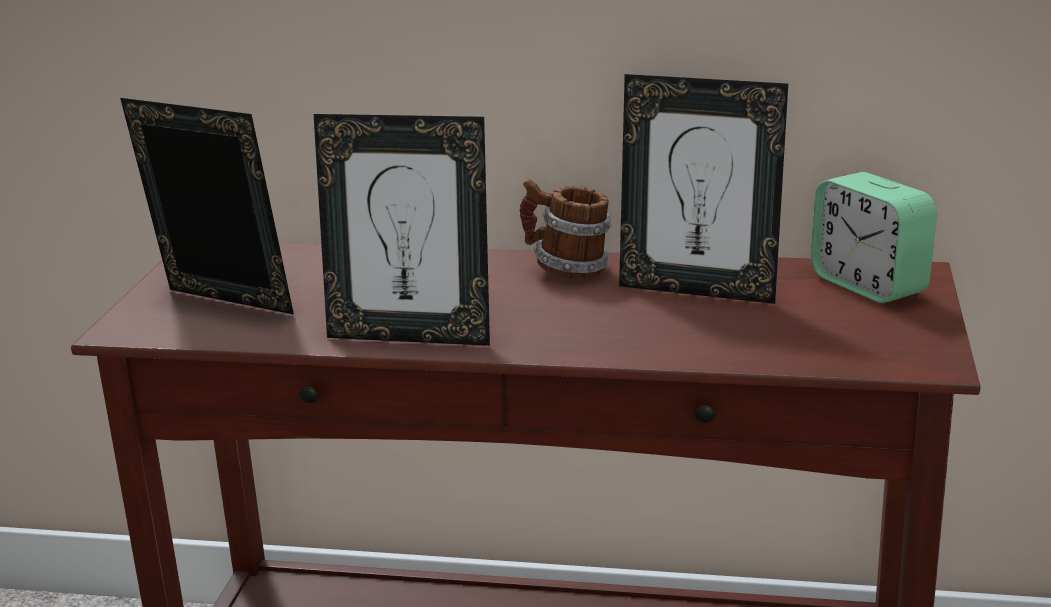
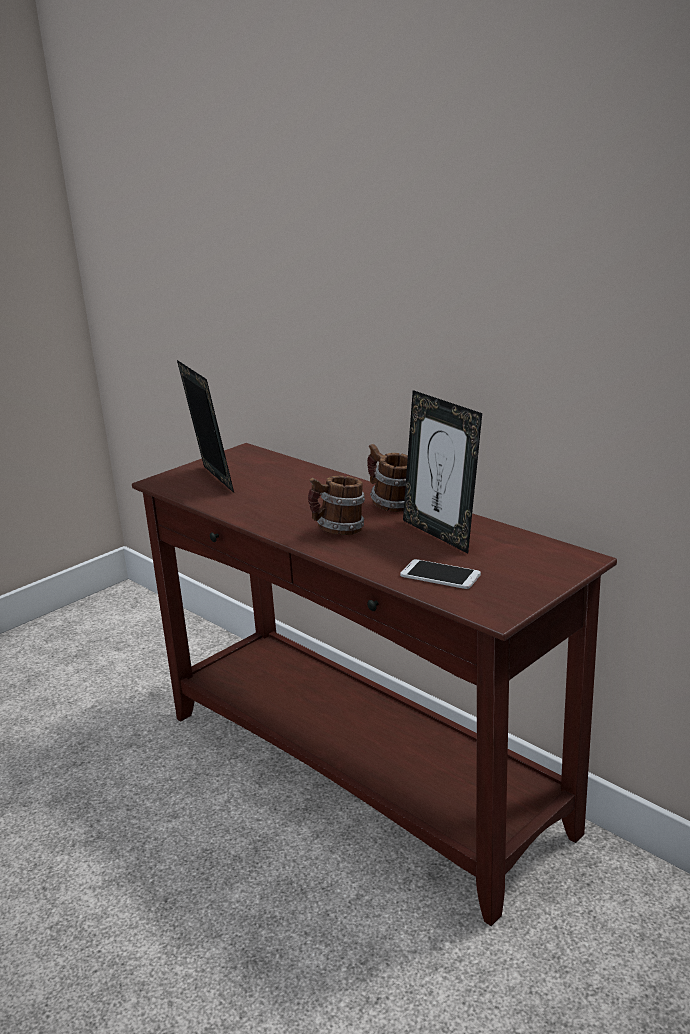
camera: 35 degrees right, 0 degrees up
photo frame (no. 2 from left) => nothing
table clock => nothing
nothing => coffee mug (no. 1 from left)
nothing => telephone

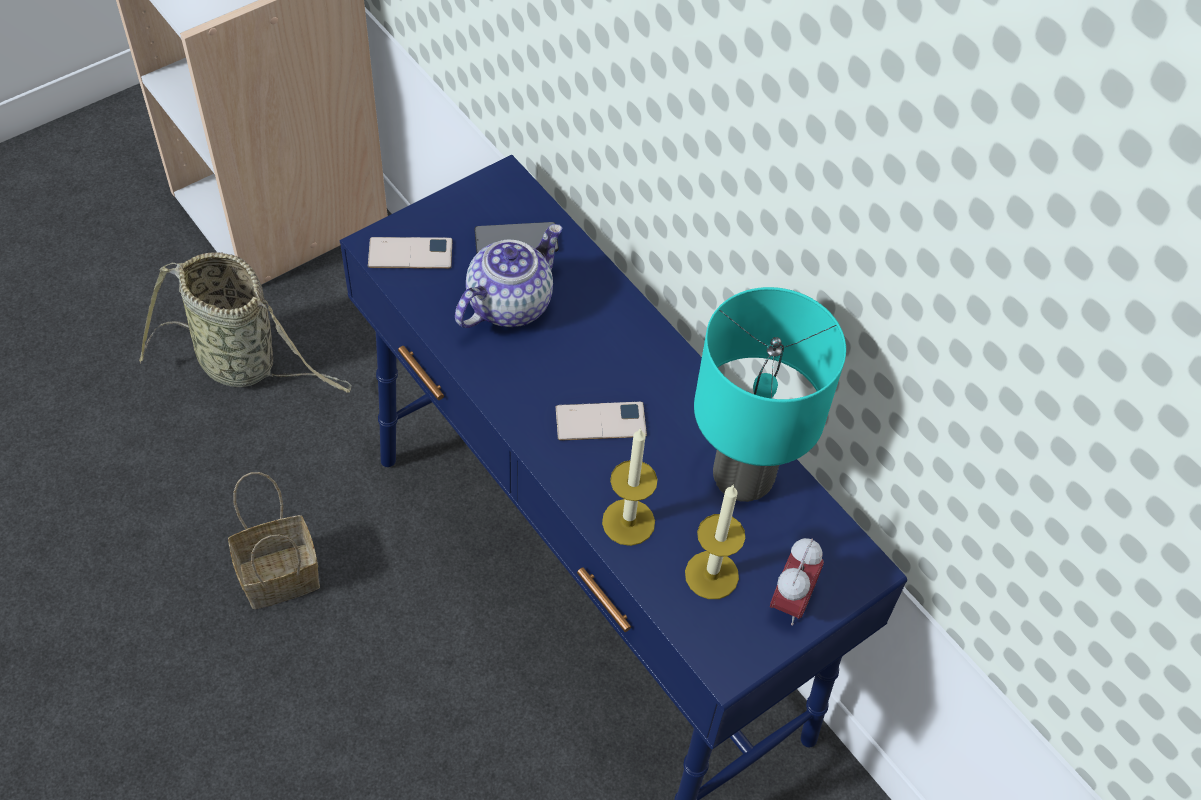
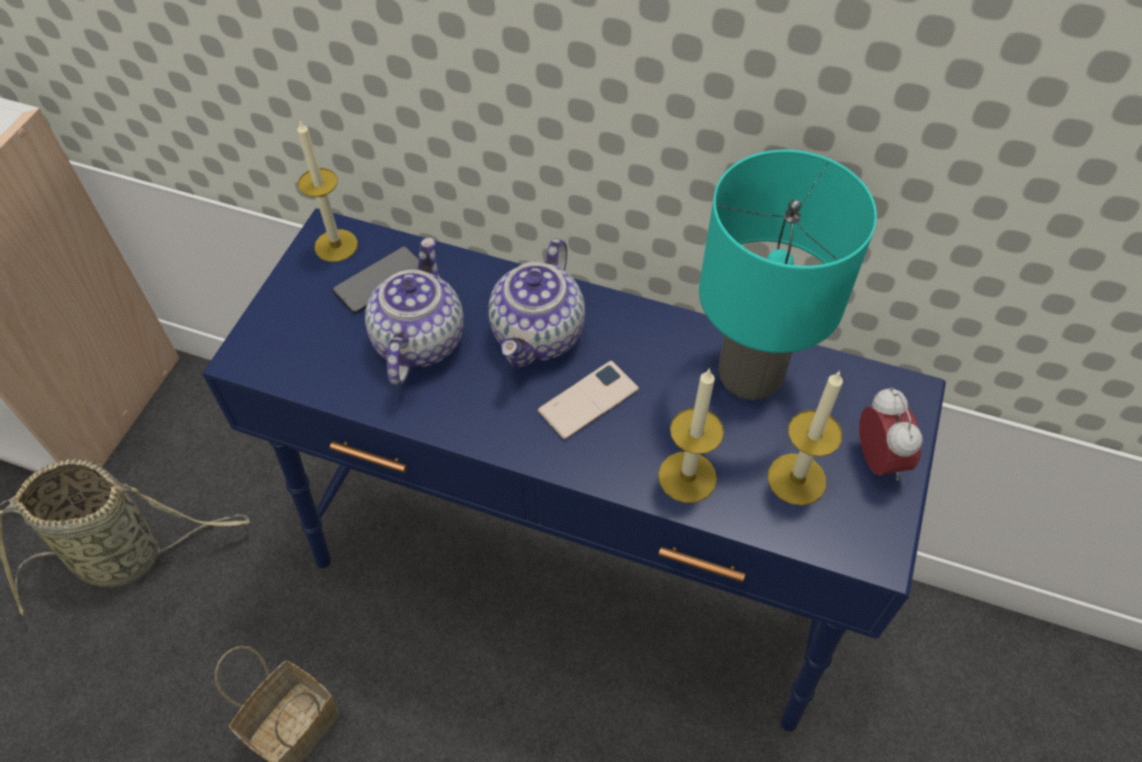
camera: 30 degrees left, 0 degrees up
telephone (no. 1 from left) => nothing
nothing => wax candle (no. 1 from left)
nothing => tea pot (no. 2 from left)

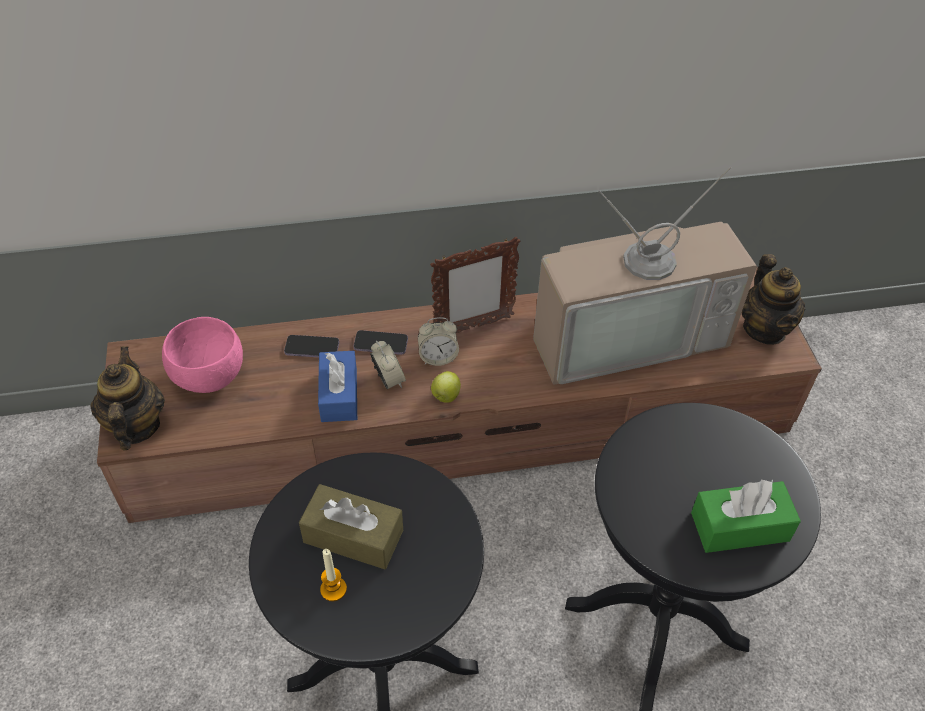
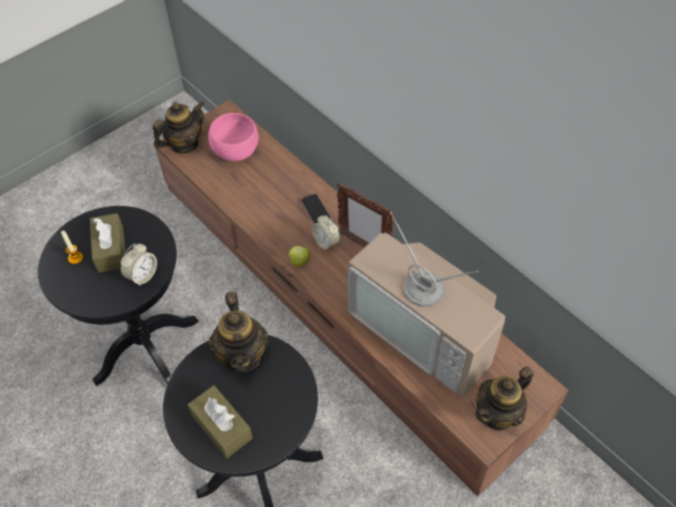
camera: 60 degrees right, 5 degrees up
telephone (no. 1 from left) => nothing
tissue holder (blue) => nothing
nothing => tea pot (no. 2 from left)
table clock (no. 1 from left), relocated
tissue holder (green-coloured) => tissue holder (brown) (no. 2 from left)

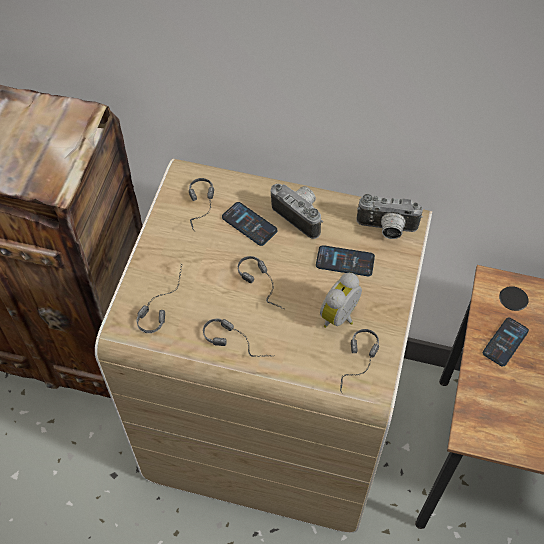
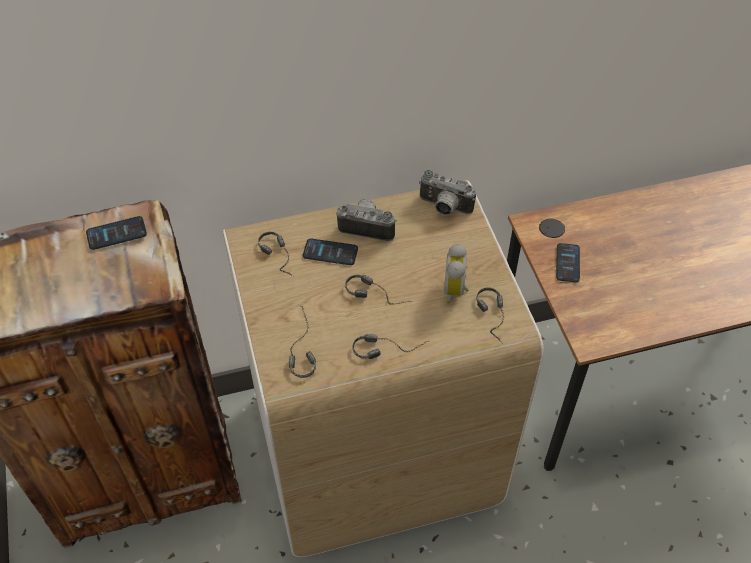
camera: 30 degrees left, 5 degrees down
telephone (no. 2 from left in the first image) => telephone (no. 1 from left), relocated
photo camera (no. 2 from left), 45 degrees clockwise

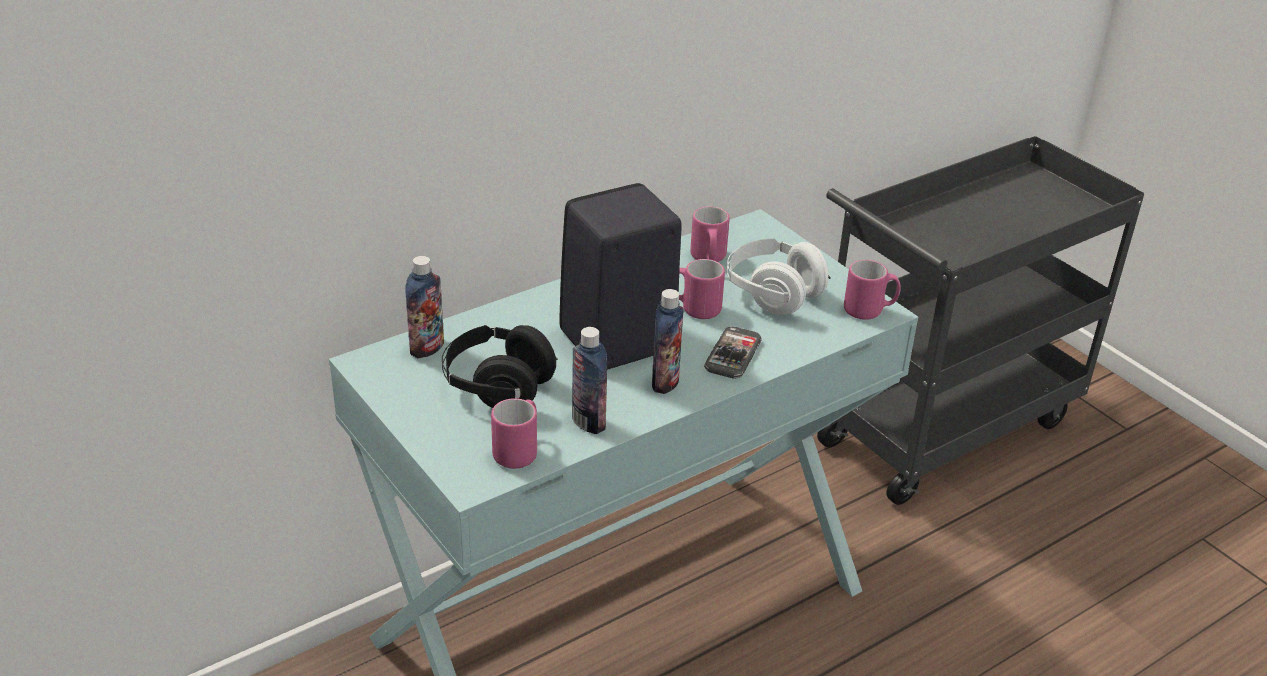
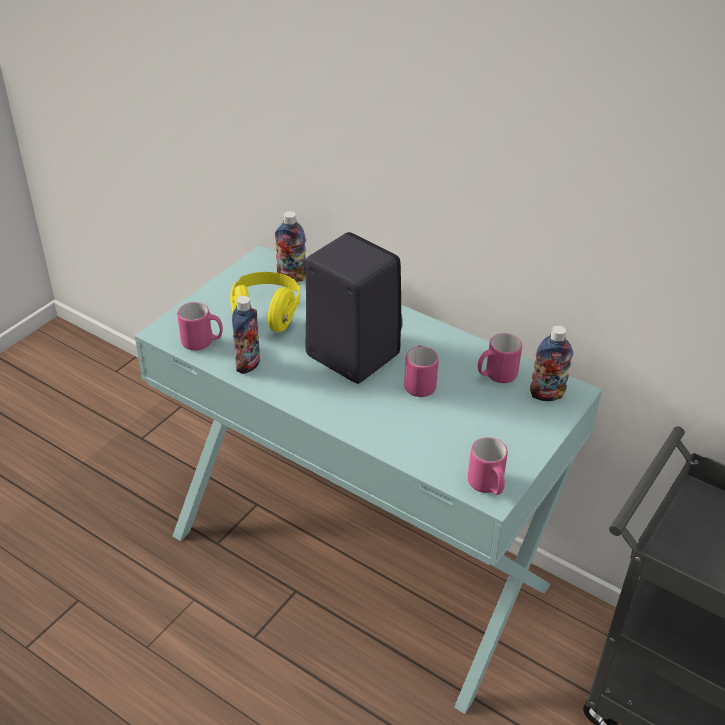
camera: 70 degrees right, 5 degrees up
telephone => nothing
headphones (white-coloured) => nothing
beverage bottle (no. 3 from left), relocated
headphones (black-coloured) => headphones (yellow)

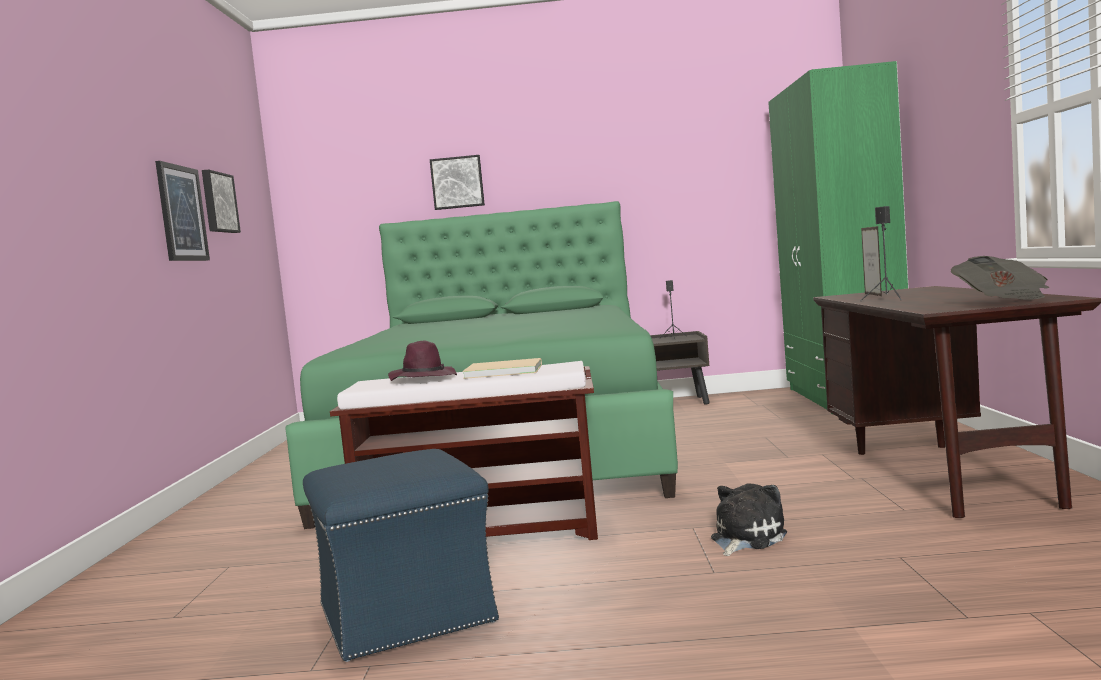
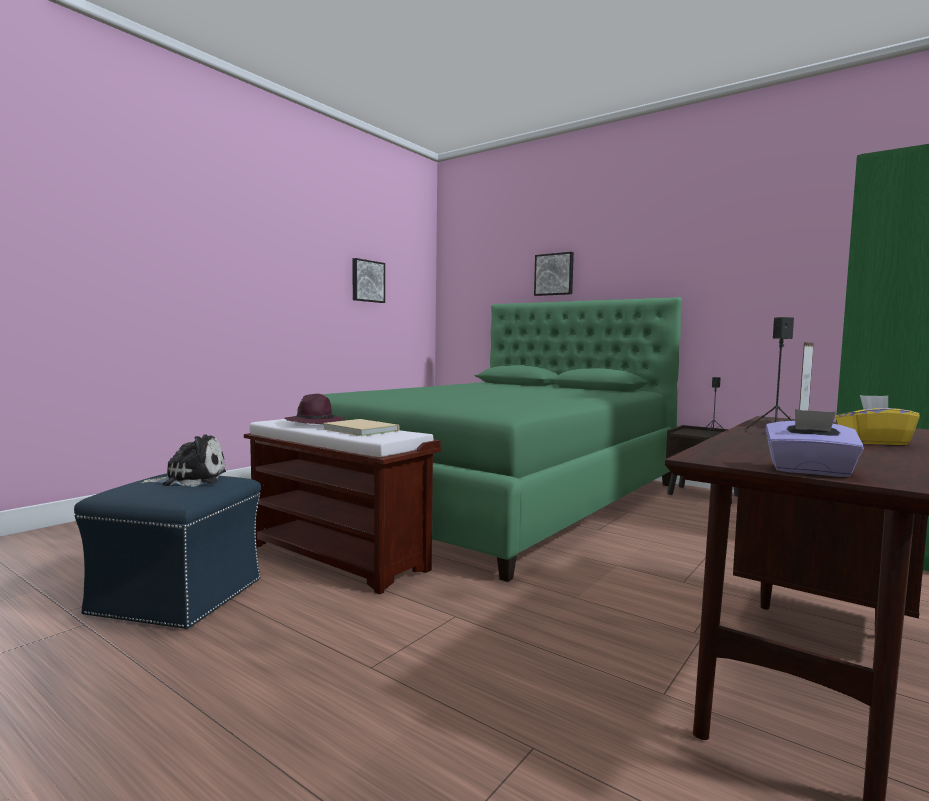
camera: 35 degrees right, 0 degrees up
wall art (no. 1 from left) => nothing
nothing => tissue holder (yellow)
plush toy, relocated
newspaper => tissue holder (purplish)

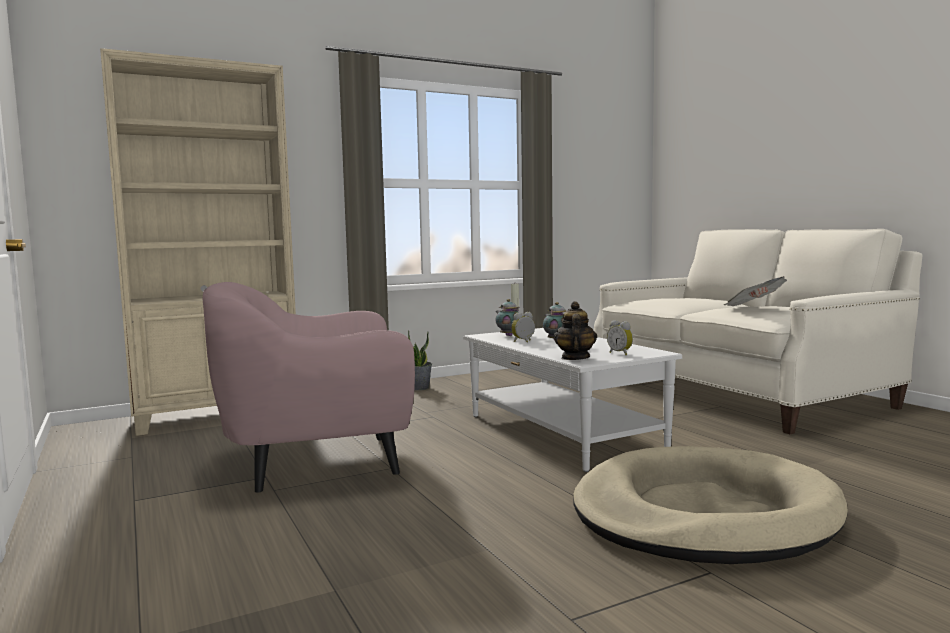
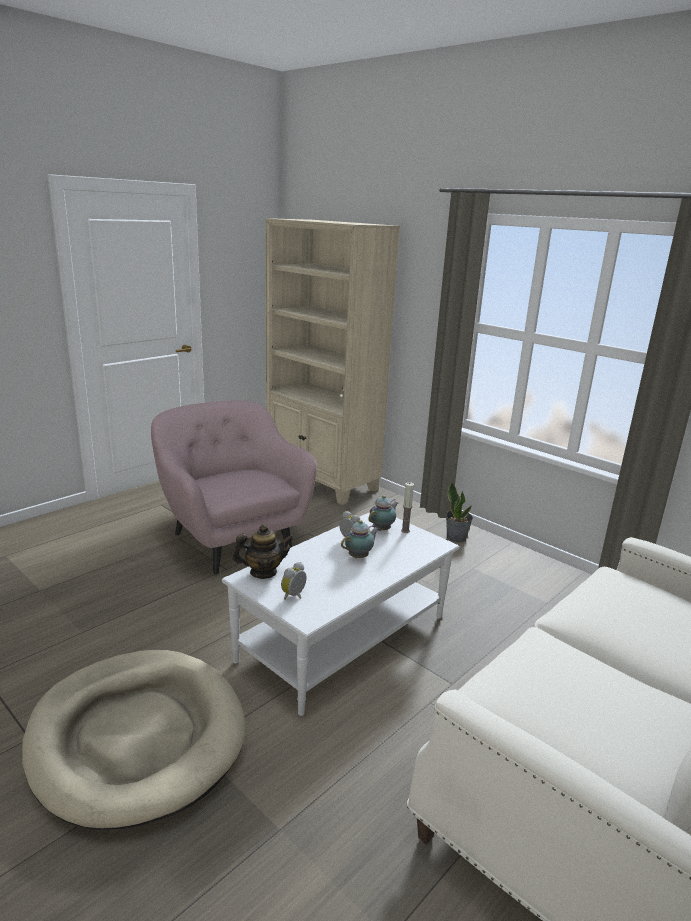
camera: 70 degrees right, 15 degrees up
newspaper => nothing

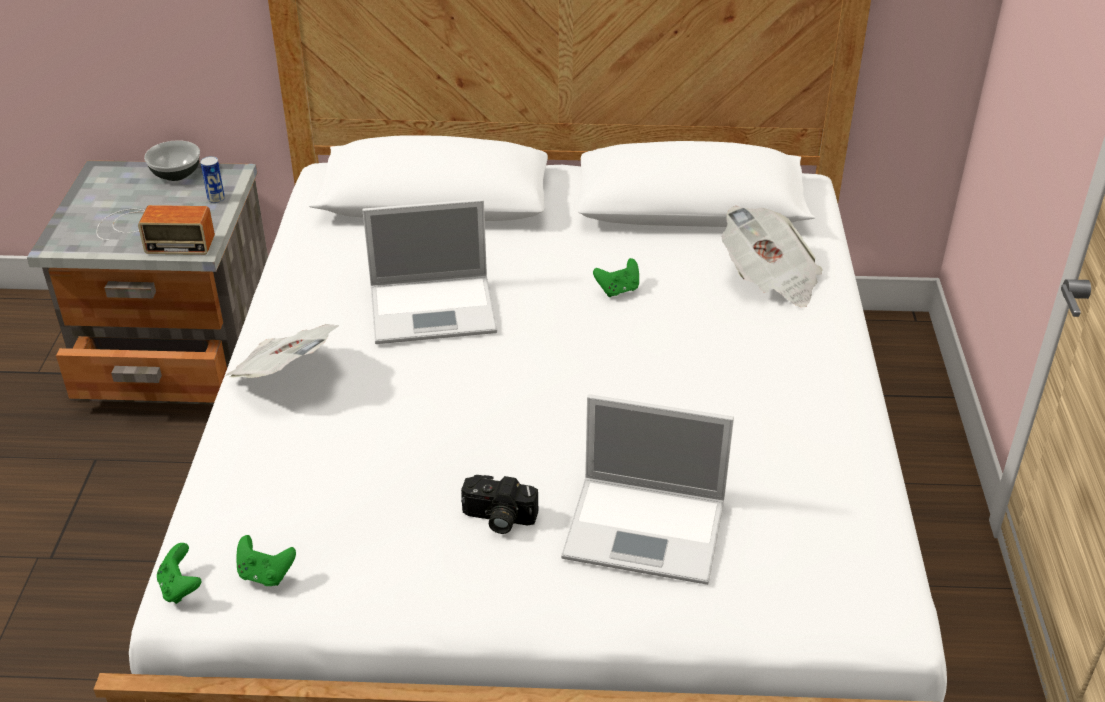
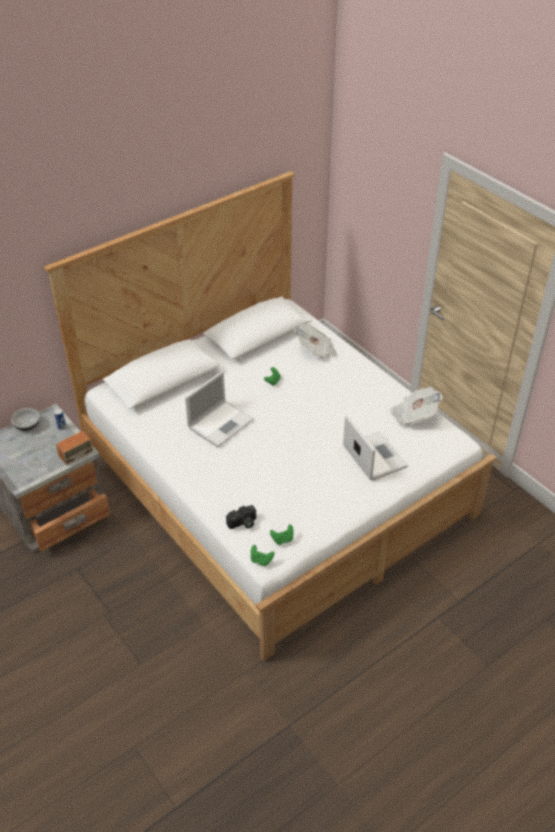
camera: 40 degrees left, 5 degrees up
newspaper (no. 1 from left in the first image) => newspaper (no. 2 from left), relocated
photo camera, relocated
portable computer (no. 2 from left), 90 degrees counterclockwise

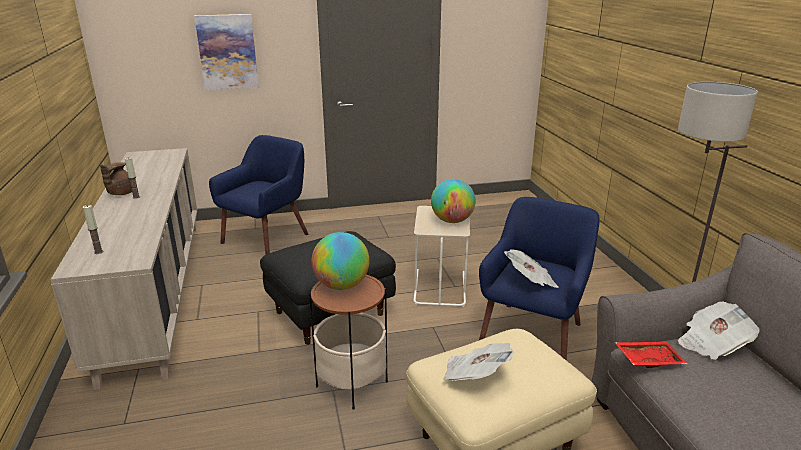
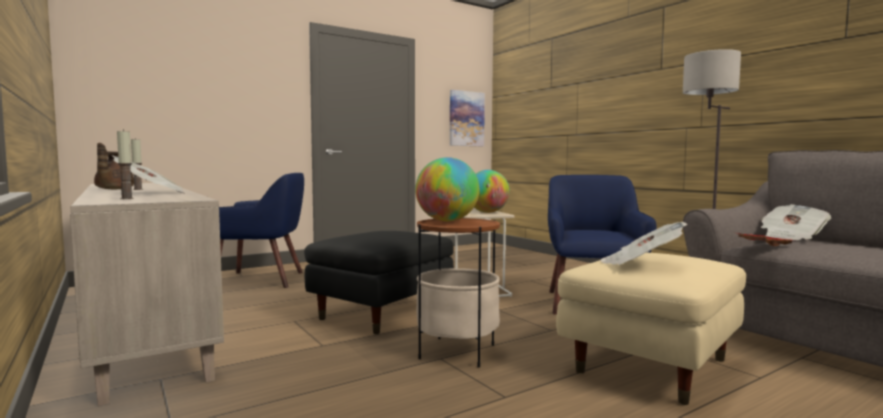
camera: 20 degrees left, 20 degrees down
wall art, relocated
newspaper (no. 2 from left in the first image) => newspaper (no. 1 from left), relocated
lounge chair (blue) (no. 1 from left), 75 degrees clockwise

